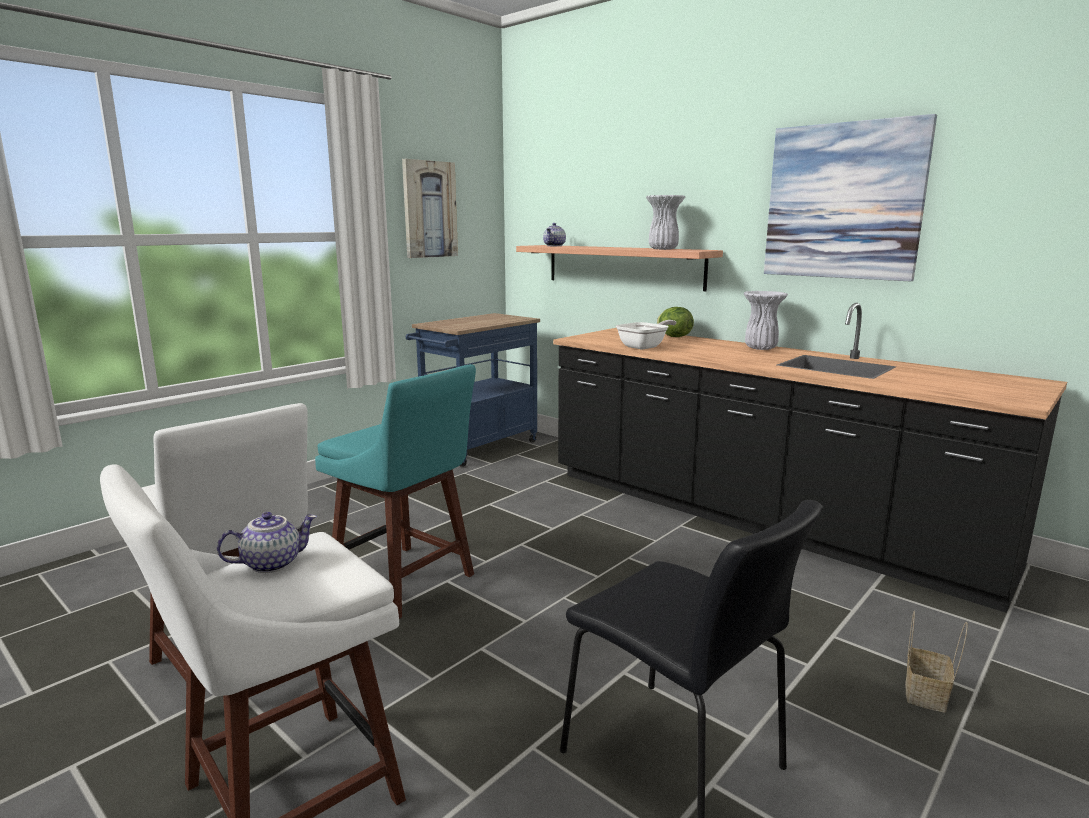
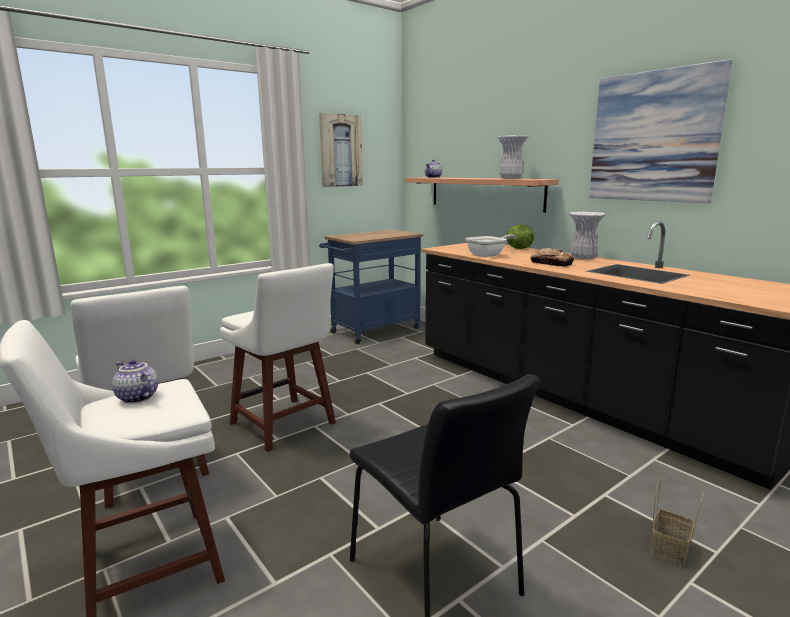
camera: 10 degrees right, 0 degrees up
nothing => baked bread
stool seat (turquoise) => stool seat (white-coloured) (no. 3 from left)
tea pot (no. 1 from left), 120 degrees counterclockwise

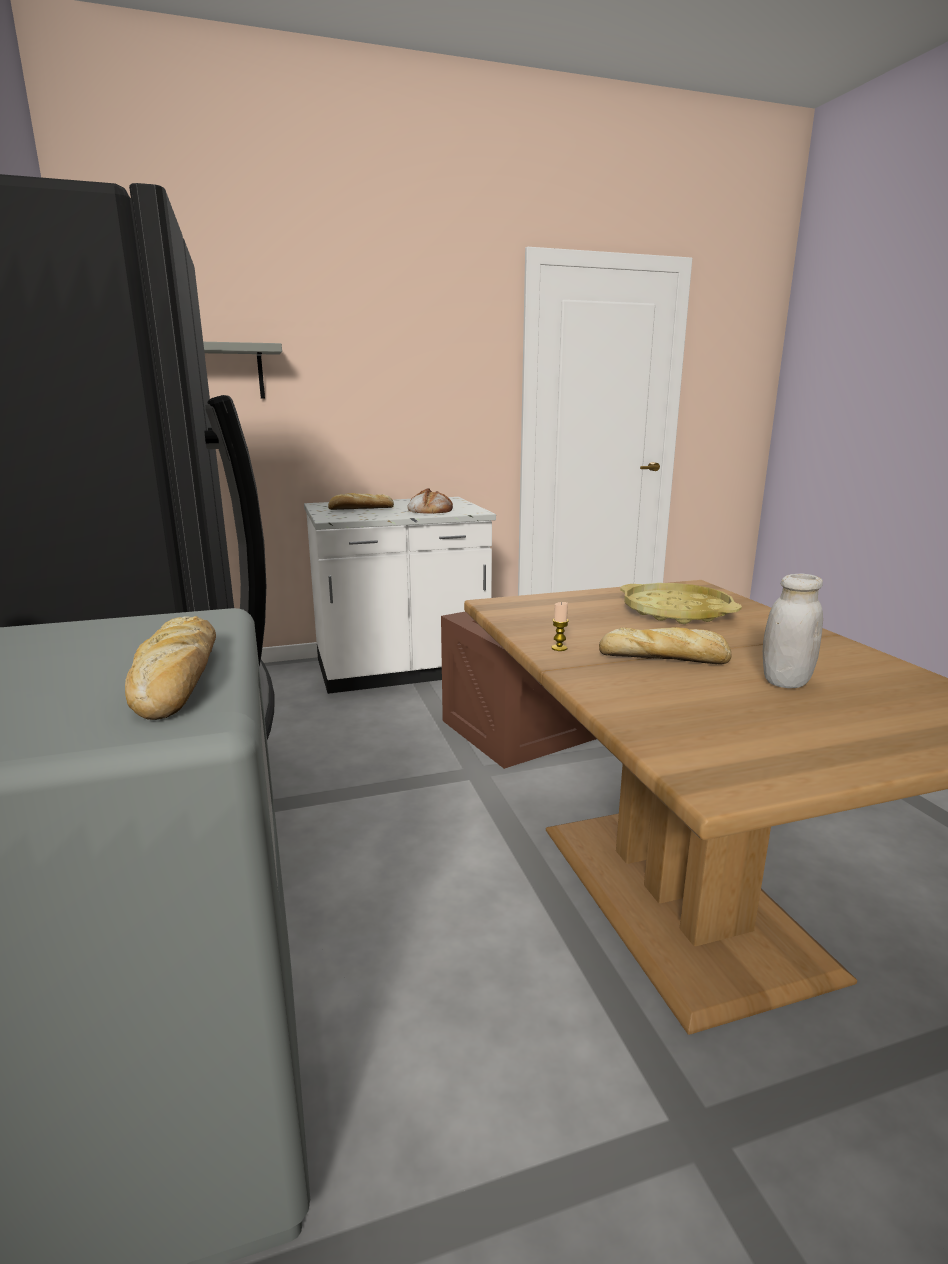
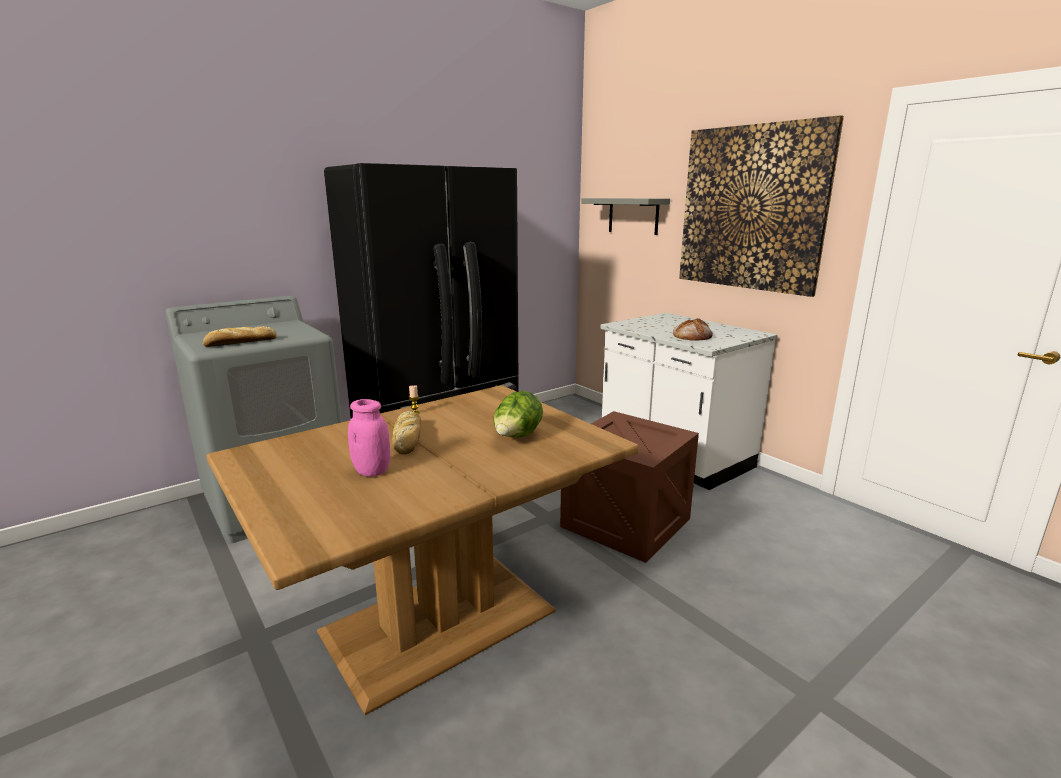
camera: 70 degrees right, 0 degrees up
baked bread (no. 2 from left) => nothing
nothing => wall art
tray (yellow) => head of lettuce
storage jar (white-coloured) => storage jar (pink-coloured)

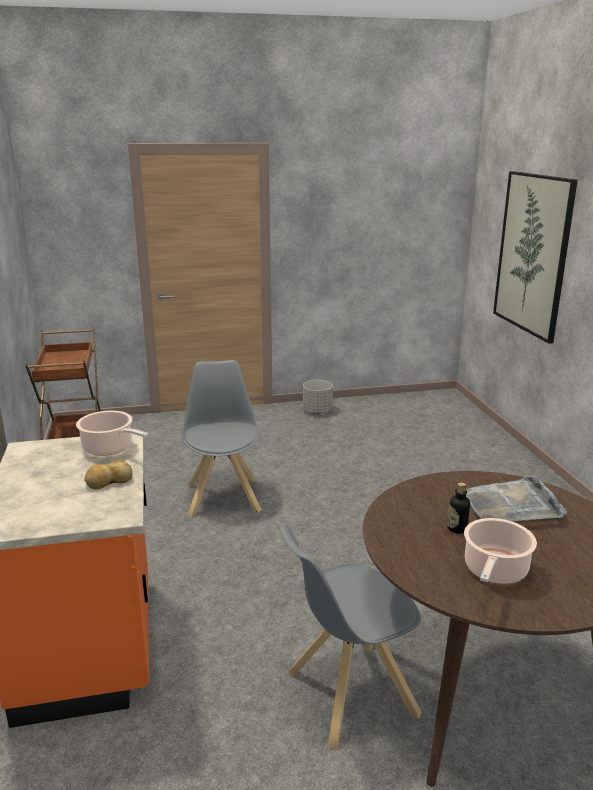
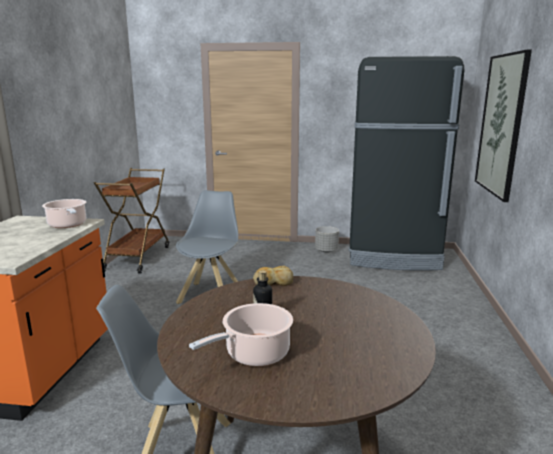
camera: 20 degrees right, 5 degrees down
tray (gray) => nothing
nothing => kitchen fridge (black-coloured)
baked bread, relocated

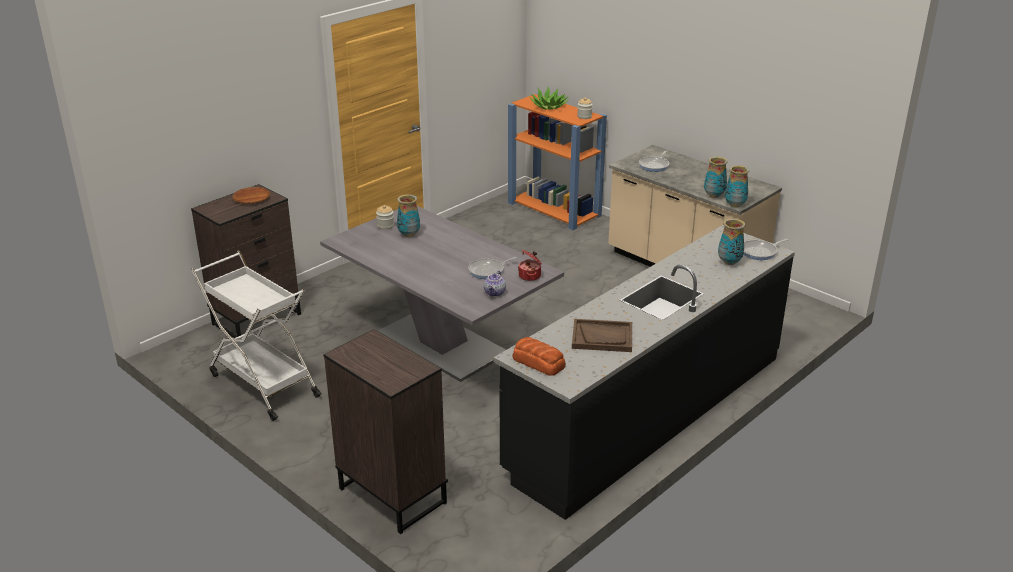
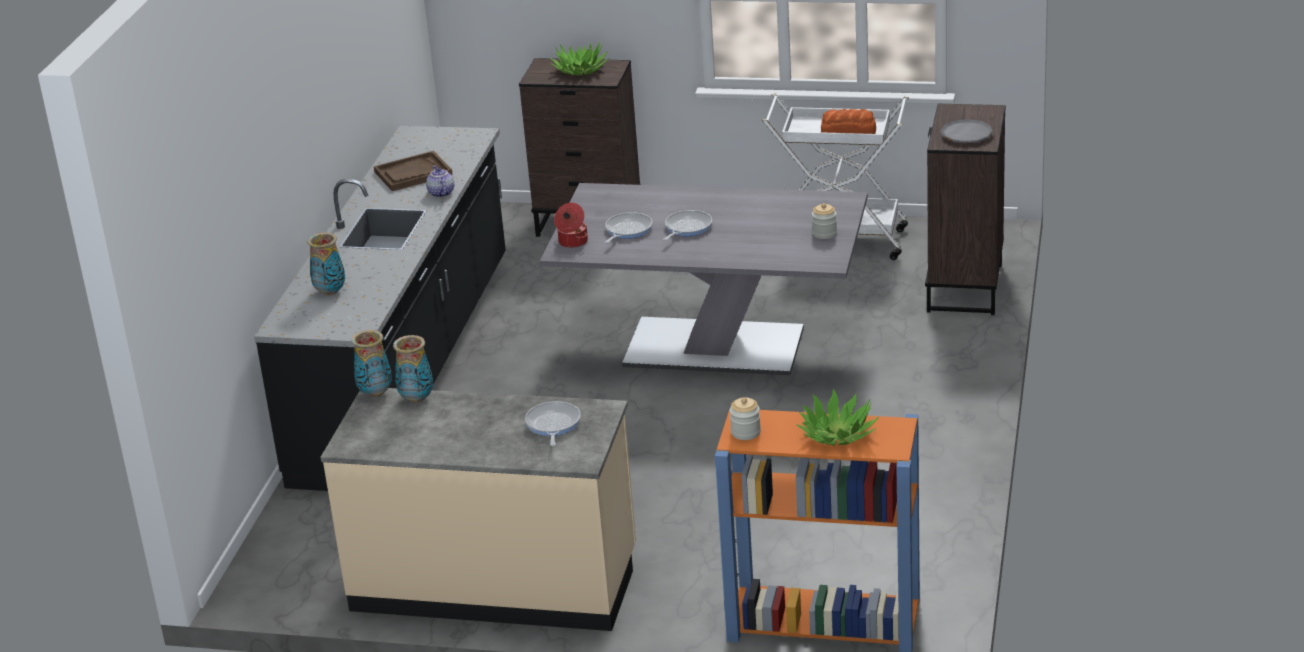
camera: 150 degrees right, 0 degrees up
decorative vase (no. 1 from left) => nothing
nothing => potted plant (no. 1 from left)
tea pot, relocated
baked bread, relocated
frying pan (no. 3 from left), relocated
flat dish (brown) => flat dish (gray)

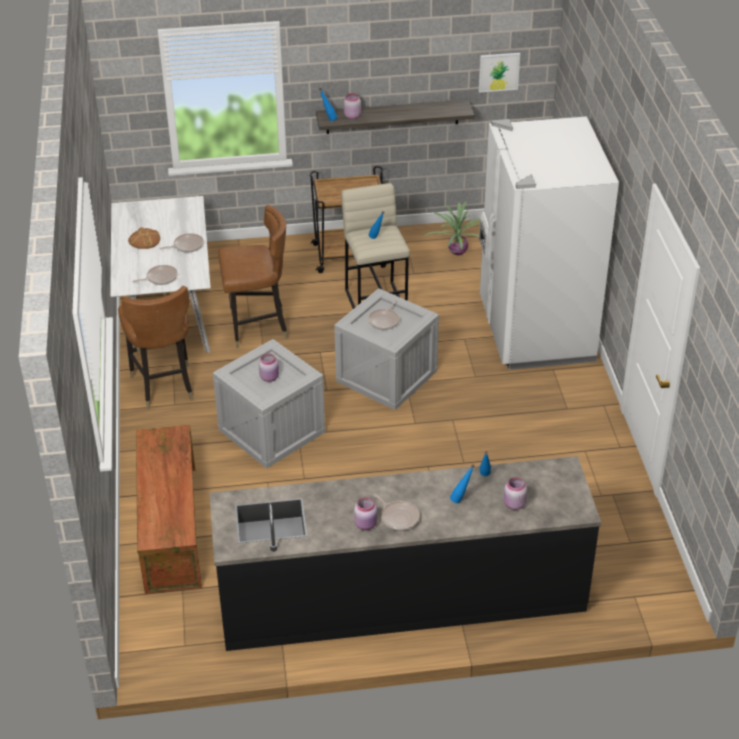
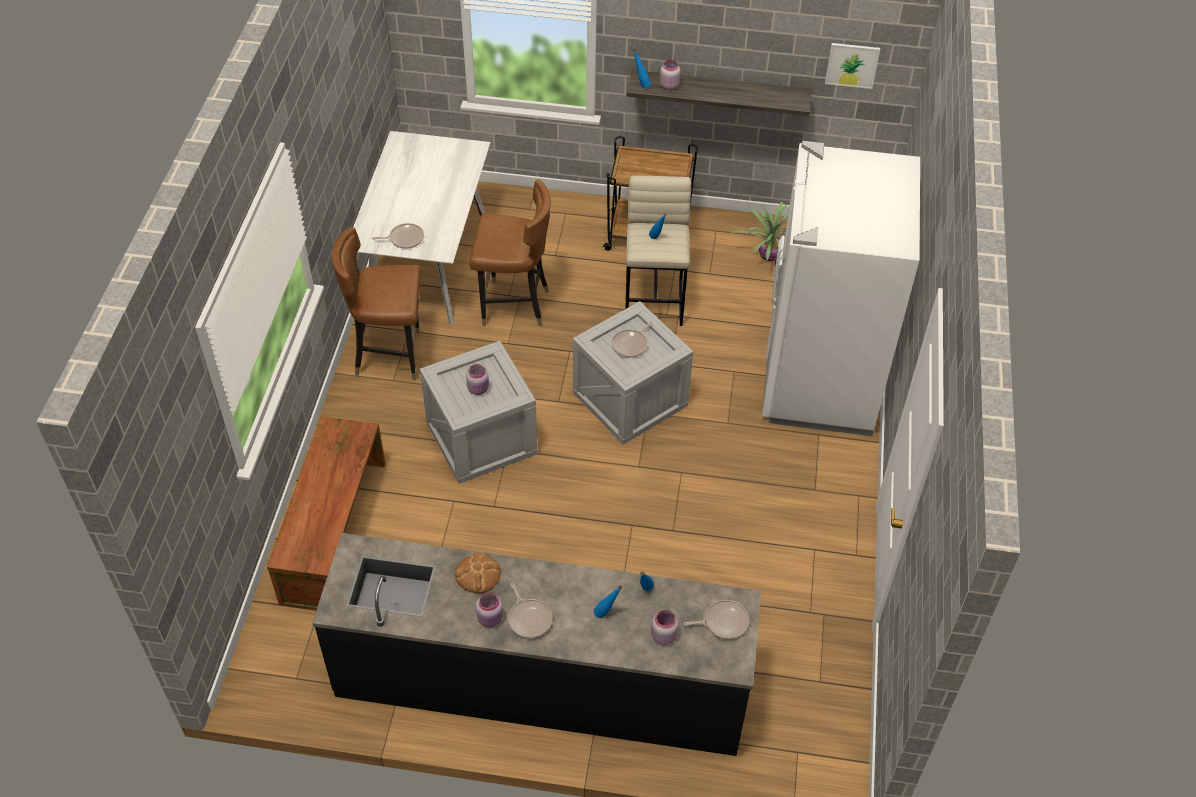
camera: 15 degrees right, 10 degrees up
baked bread, relocated
frying pan (no. 2 from left in the first image) => frying pan (no. 4 from left), relocated
plain chair (brown) (no. 1 from left), 90 degrees clockwise

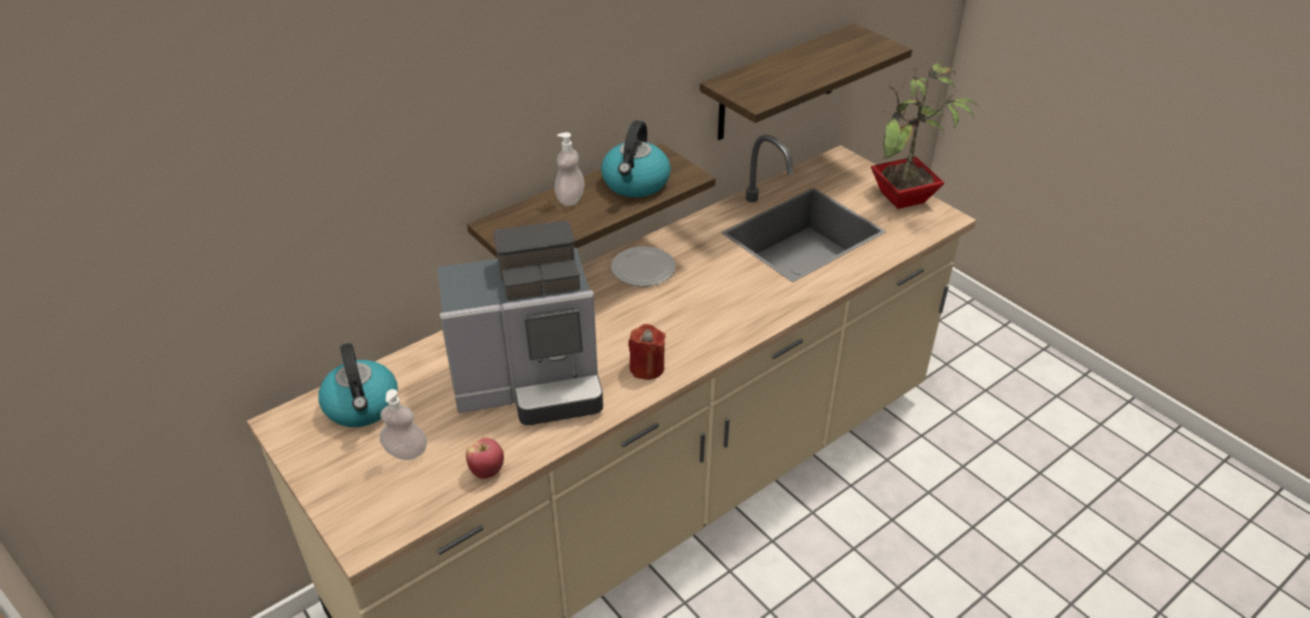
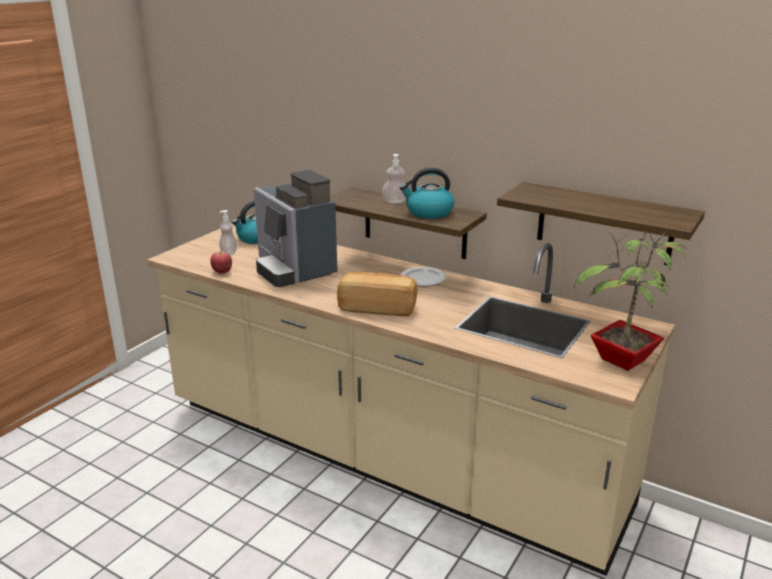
camera: 70 degrees right, 15 degrees down
wax candle (red-coloured) => nothing
nothing => baked bread

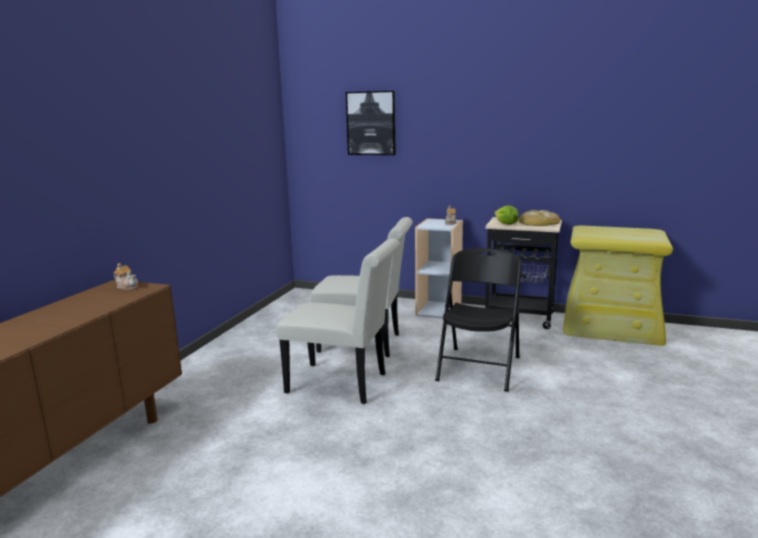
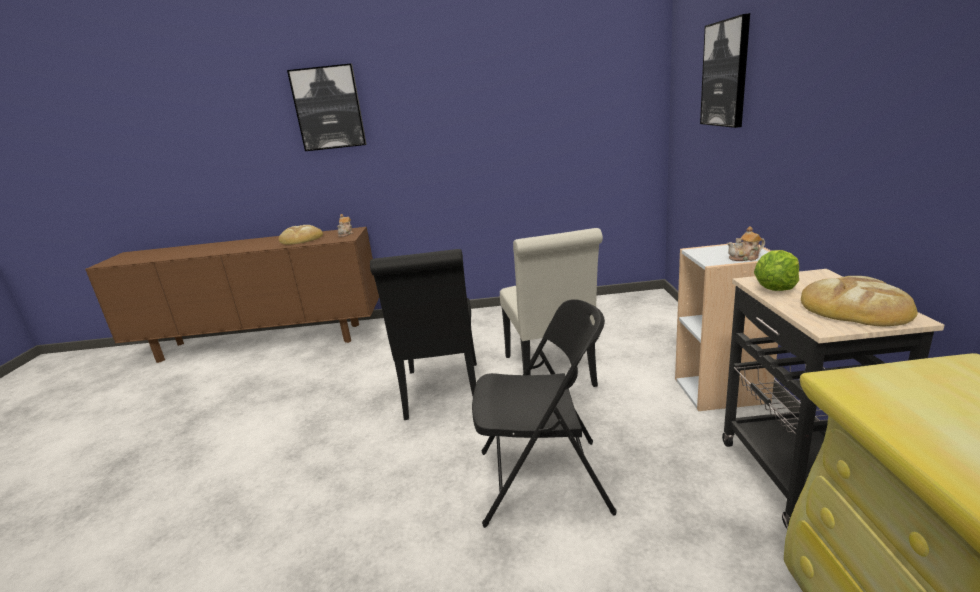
camera: 70 degrees right, 5 degrees up
nothing => baked bread (no. 1 from left)
nothing => wall art (no. 1 from left)
plain chair (white-coloured) (no. 1 from left) => plain chair (black-coloured) (no. 1 from left)

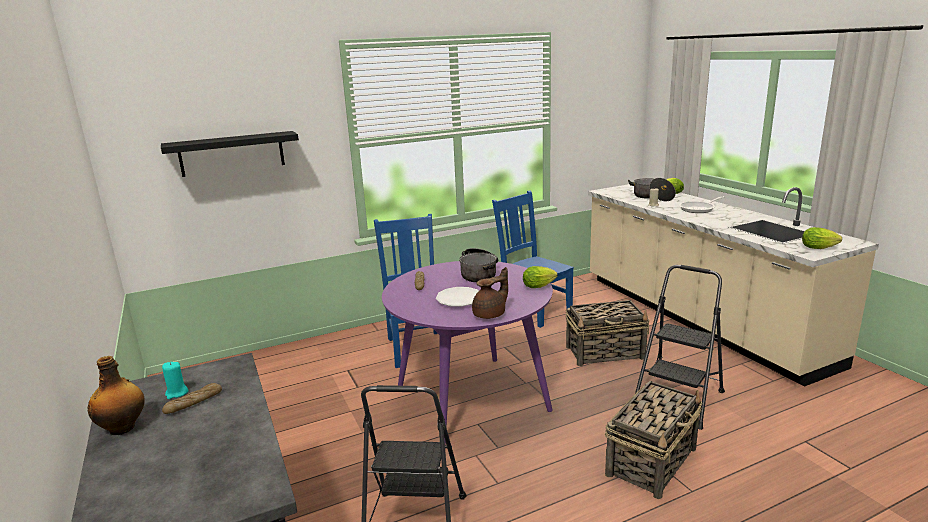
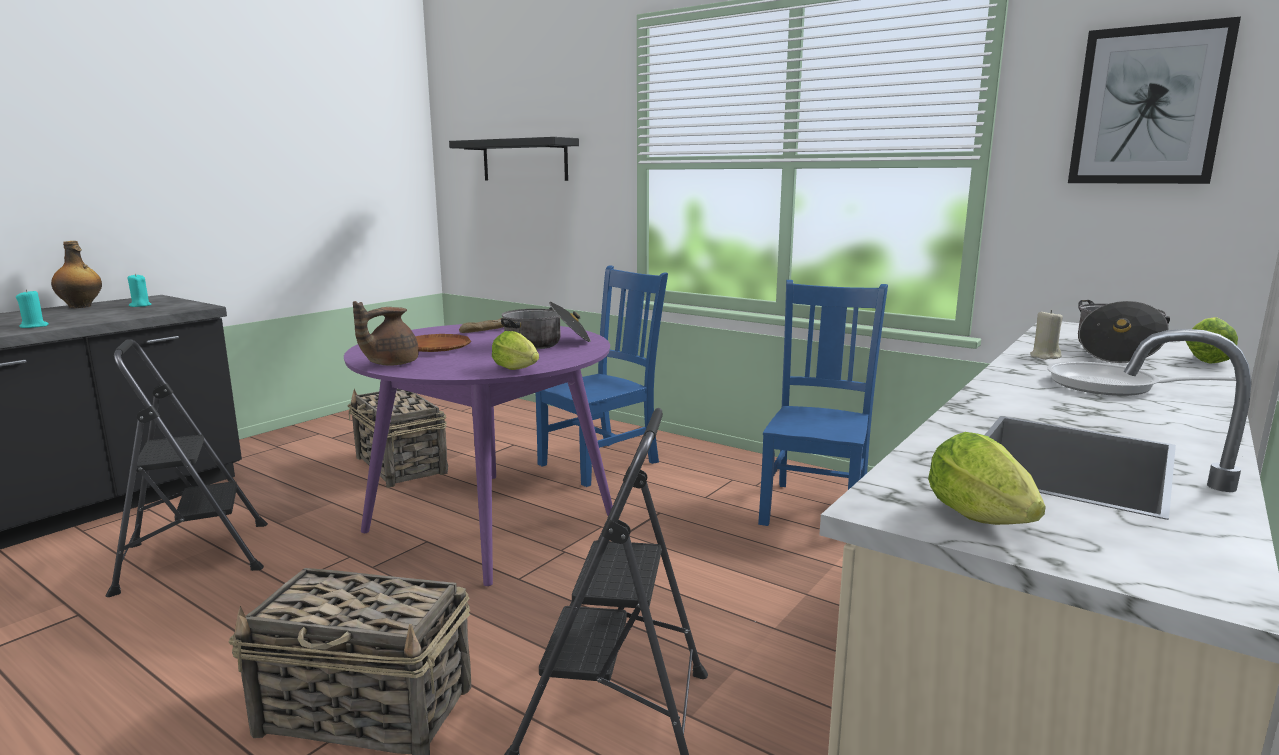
camera: 60 degrees right, 5 degrees down
baked bread (no. 1 from left) => nothing
nothing => wax candle (turquoise) (no. 1 from left)
nothing => wall art
household basket (no. 1 from left in the first image) => household basket (no. 2 from left), relocated
flat dish (white-coloured) => flat dish (brown)
tea pot (brown), 105 degrees clockwise

